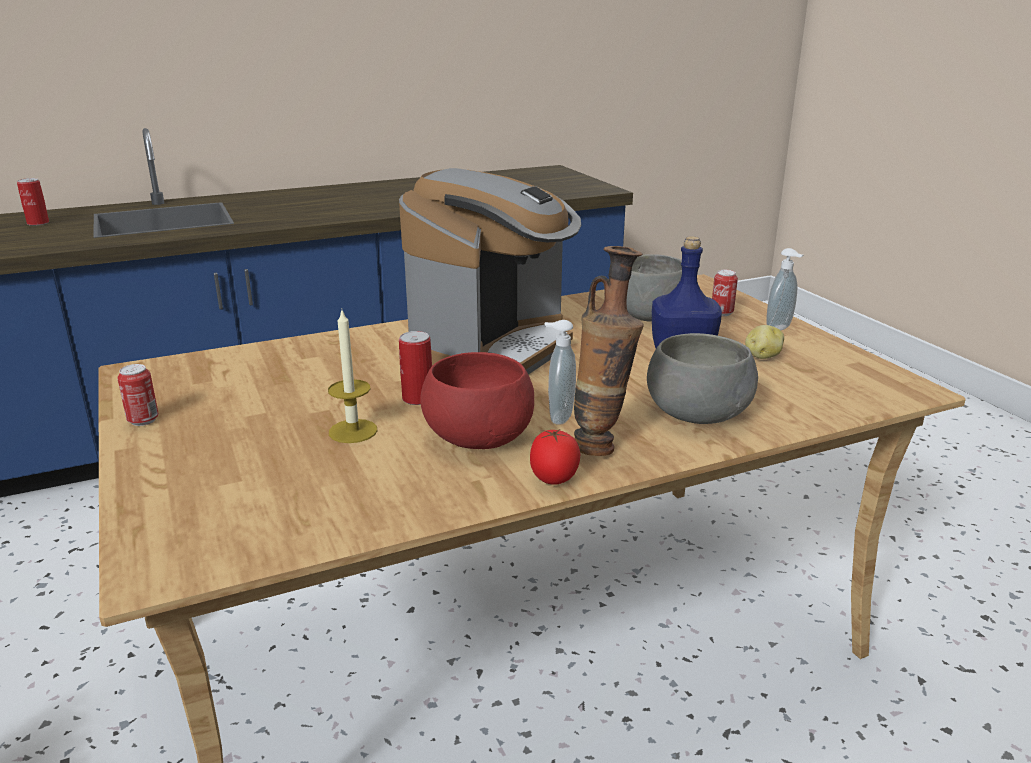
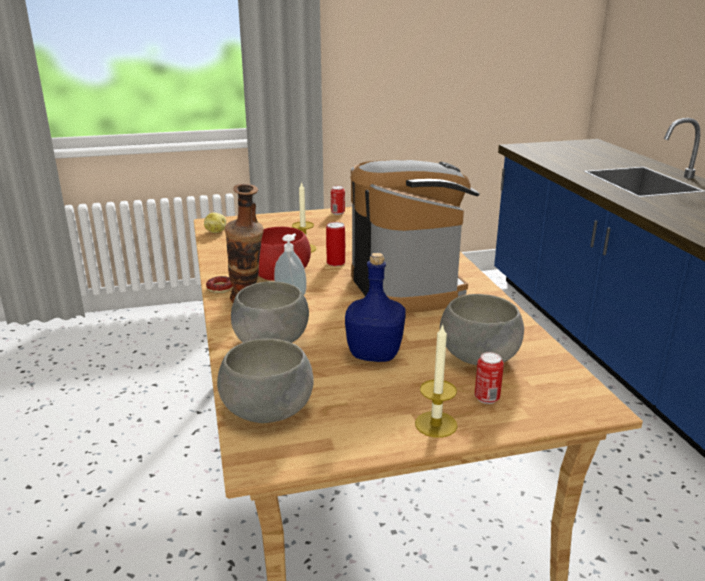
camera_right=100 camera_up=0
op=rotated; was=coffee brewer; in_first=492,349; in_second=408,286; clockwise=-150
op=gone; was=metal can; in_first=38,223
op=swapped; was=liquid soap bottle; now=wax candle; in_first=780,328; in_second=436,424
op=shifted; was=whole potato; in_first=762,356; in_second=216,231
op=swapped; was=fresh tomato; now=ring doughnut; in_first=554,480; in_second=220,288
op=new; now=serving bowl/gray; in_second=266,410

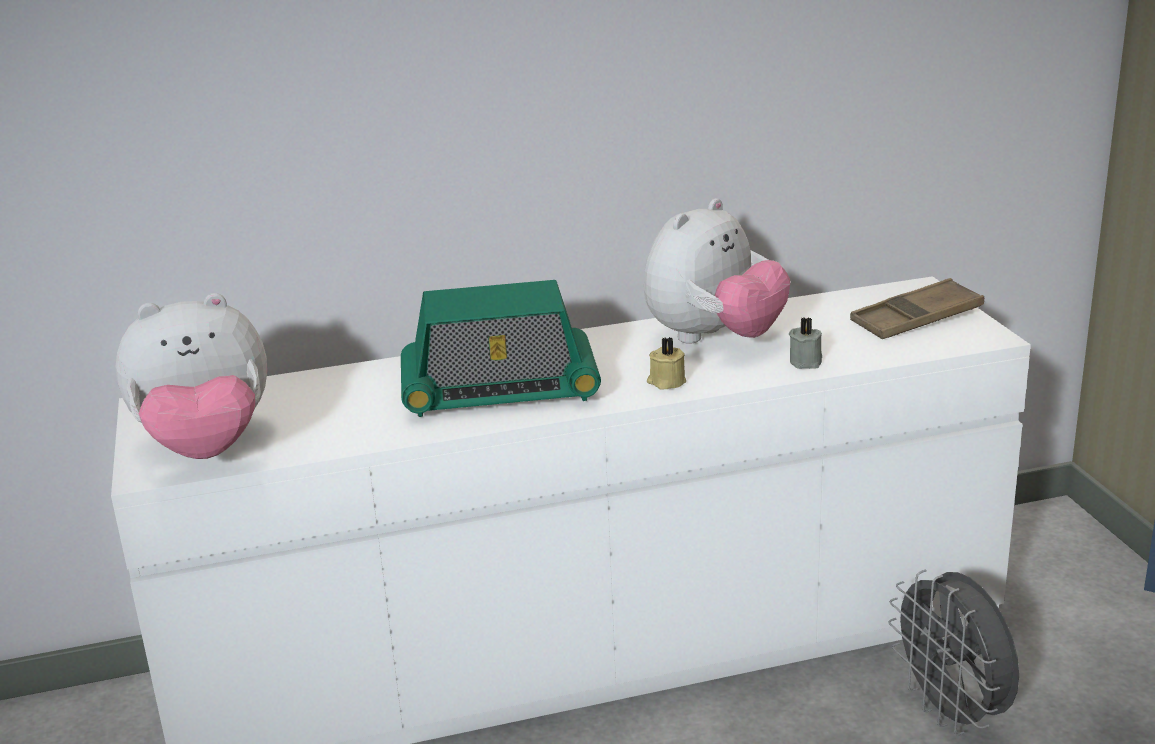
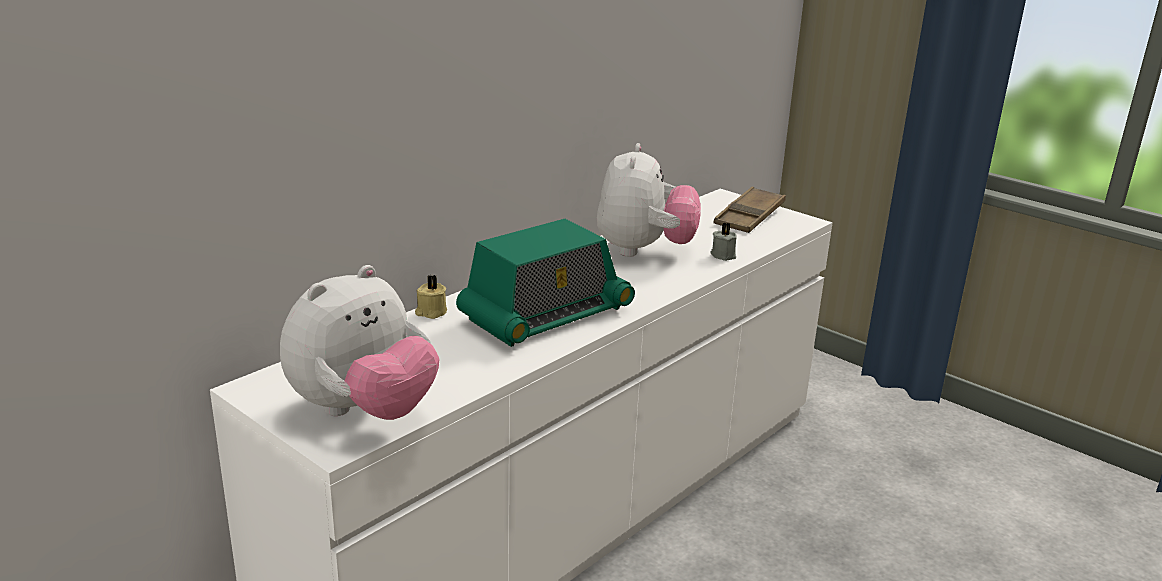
camera_right=-35 camera_up=0
op=shifted; was=wax candle/beige-coloured; in_first=666,382; in_second=431,312
op=gone; was=electric fan/gray; in_first=952,713

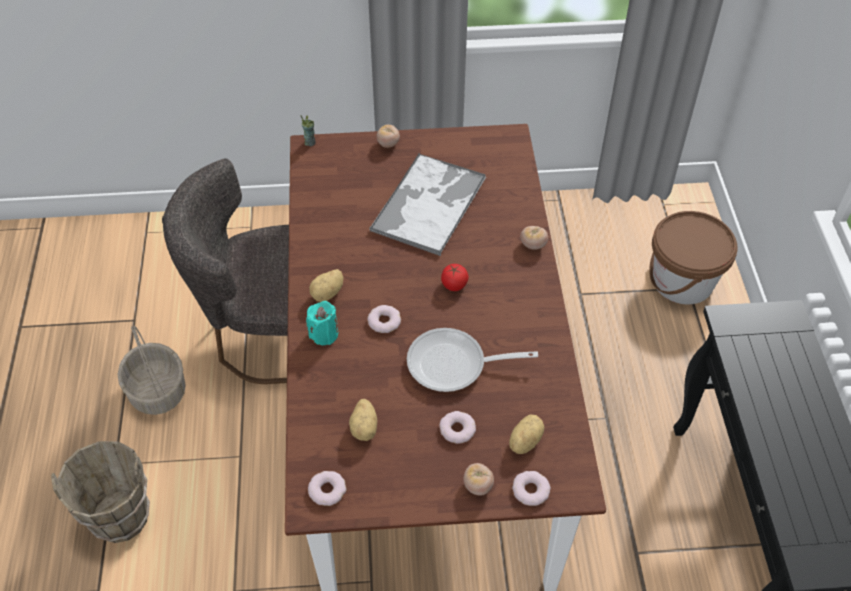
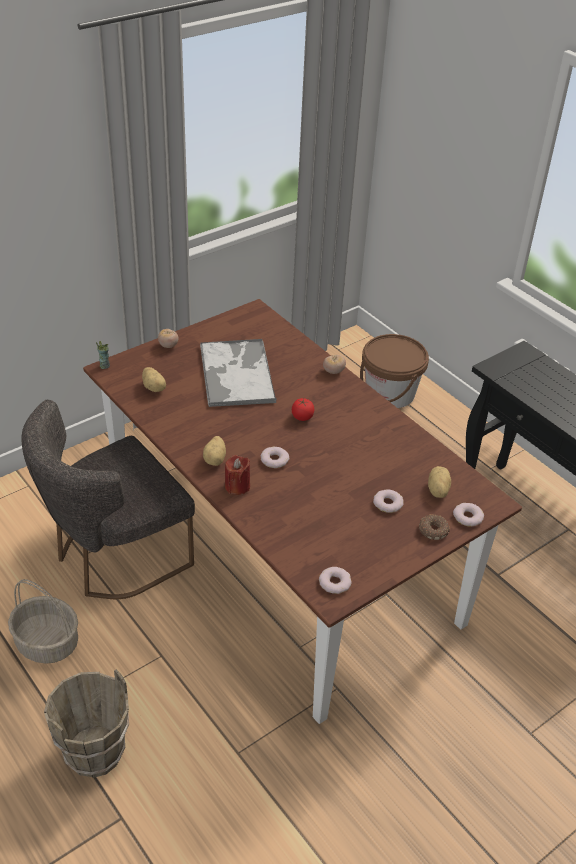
camera_right=-35 camera_up=-10
op=repainted; was=wax candle/blue-green; now=wax candle/reddish; in_first=324,334; in_second=237,486
op=gone; was=pan; in_first=453,365
op=shifted; was=whole potato; in_first=365,427; in_second=154,387
op=swapped; was=fresh tomato; now=ring doughnut; in_first=478,486; in_second=432,530

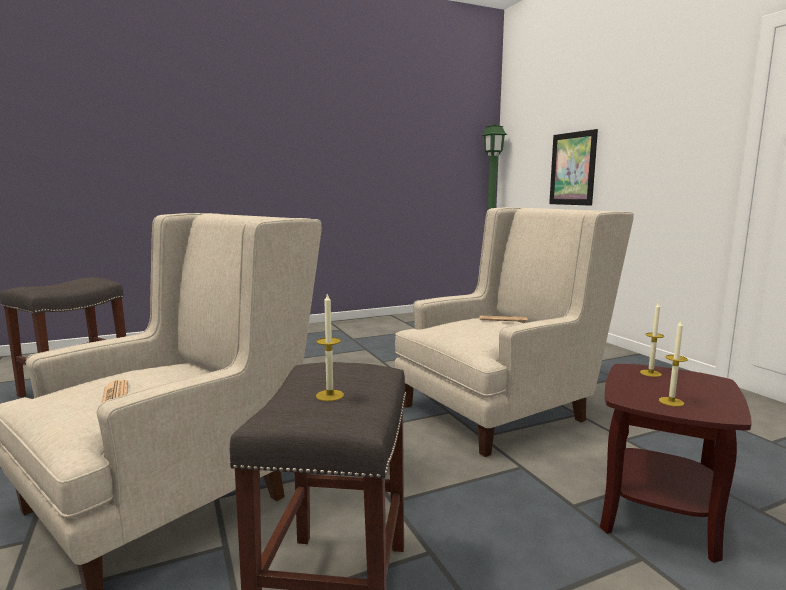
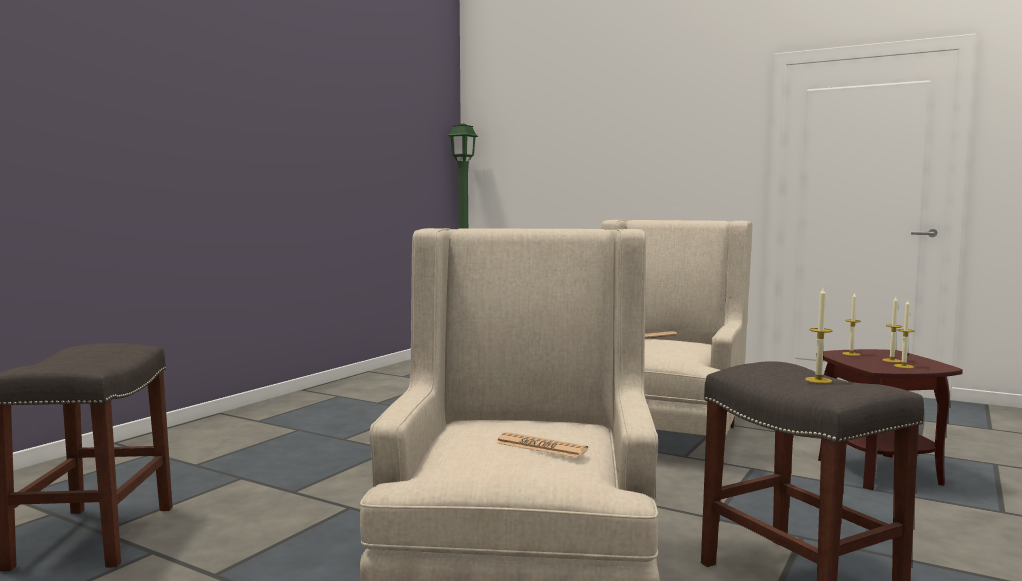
camera_right=-35 camera_up=-5
op=gone; was=wall picture; in_first=572,169
op=new; now=wax candle; in_second=891,360

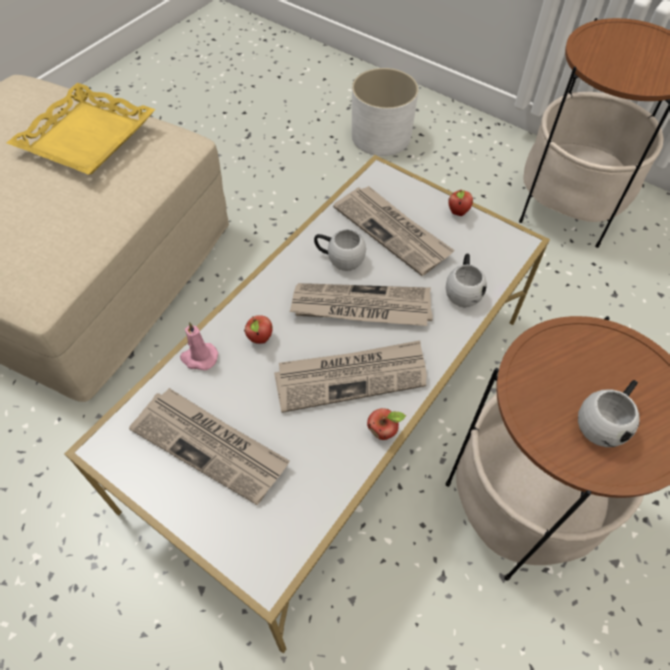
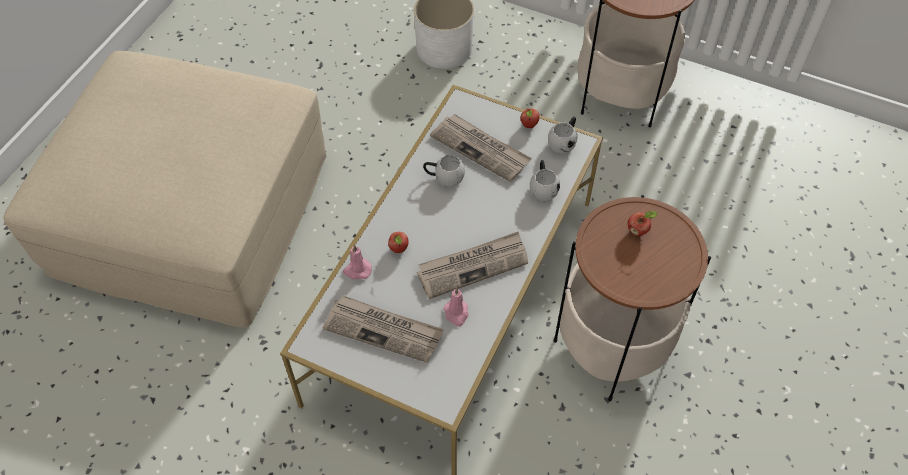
camera_right=-10 camera_up=0
op=gone; was=carrying tray/yellowish; in_first=86,137
op=gone; was=printed paper; in_first=361,307
op=shifted; was=mug/white; in_first=604,421; in_second=564,142
op=shifted; was=apple fruit; in_first=383,431; in_second=638,231
op=new; now=wax candle/pink; in_second=456,313

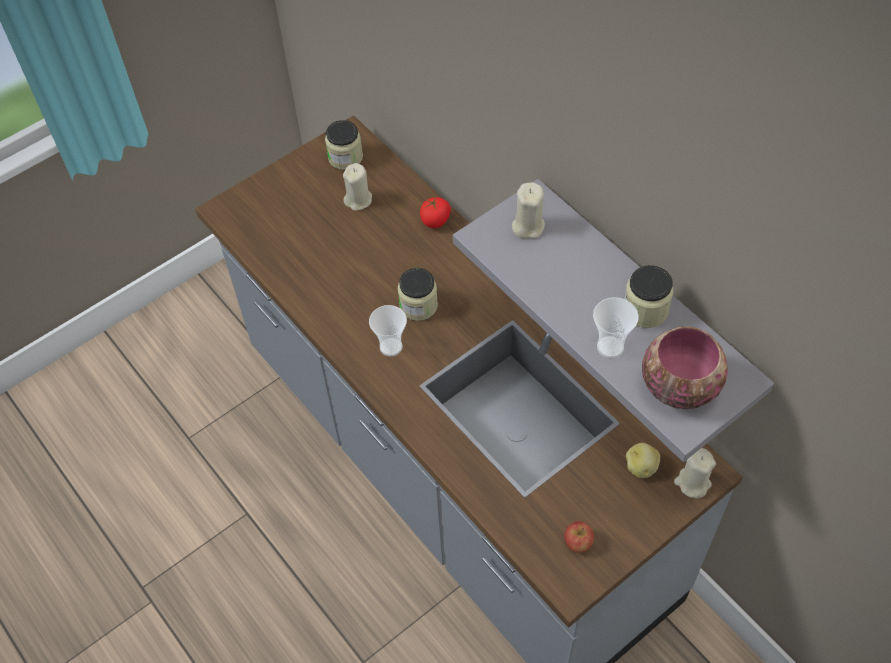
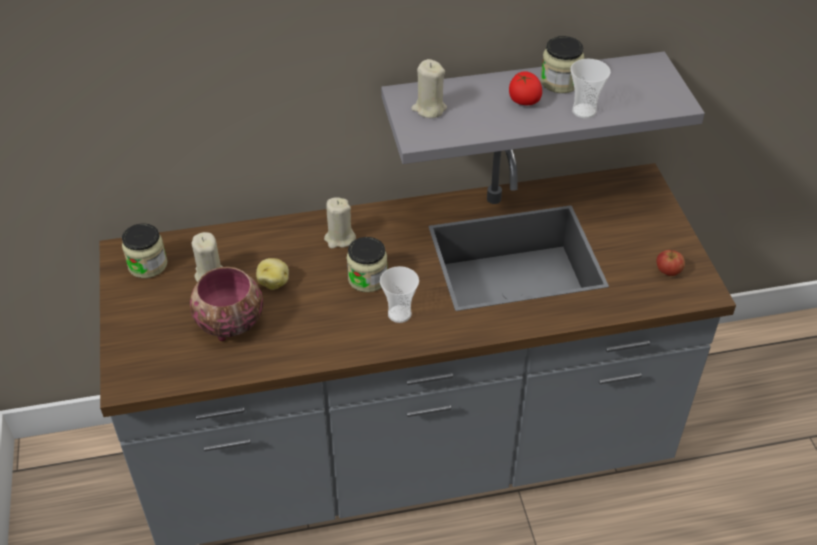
camera_right=-65 camera_up=-10
op=shifted; was=fresh tomato; in_first=435,220; in_second=524,101
op=shifted; was=serving bowl; in_first=678,385; in_second=228,323
op=shifted; was=whole potato; in_first=641,467; in_second=274,282
op=shifted; was=wax candle/beige-coloured; in_first=692,483; in_second=339,238

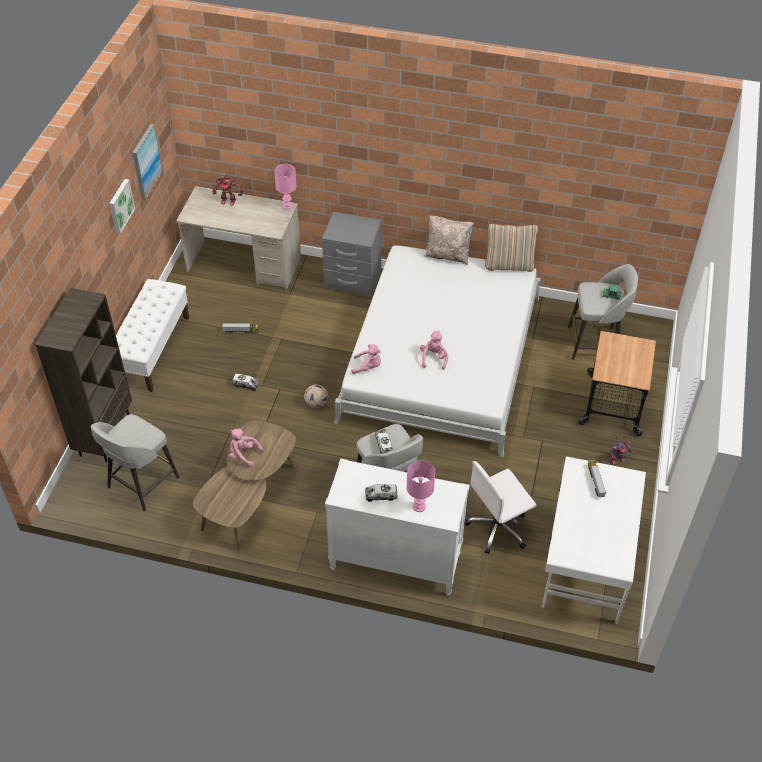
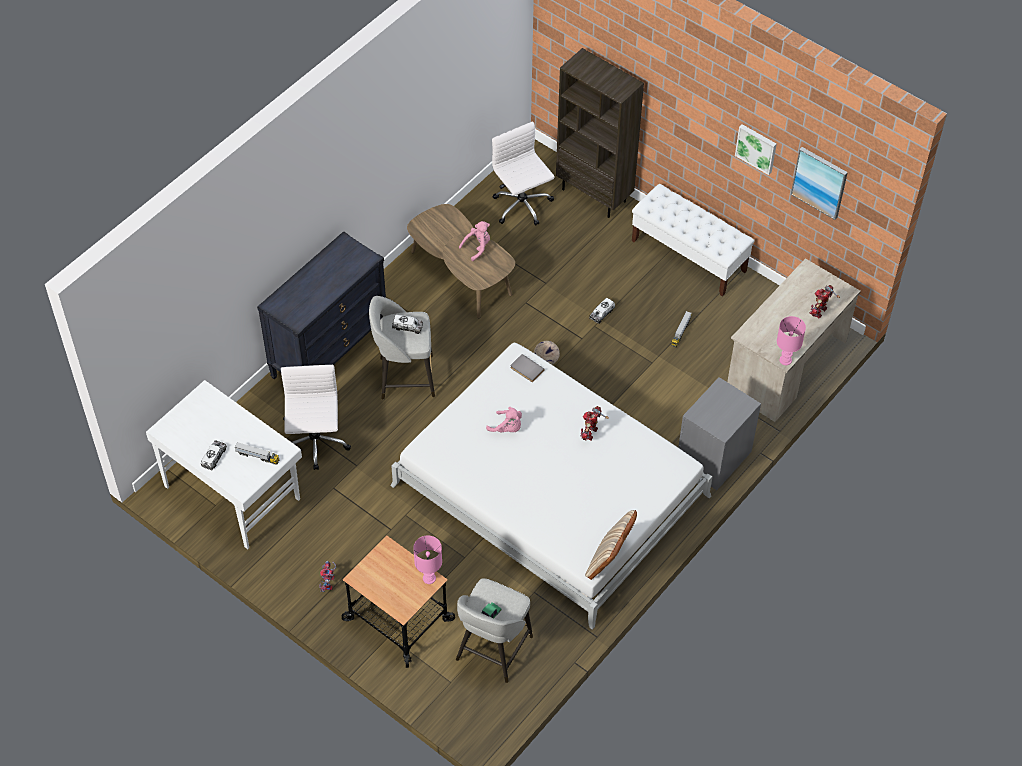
camera_right=115 camera_up=5
op=gone; was=cushion/beige-coloured; in_first=447,255
op=swapped; was=cuddly toy/pink; now=volume/gray; in_first=368,367; in_second=526,369
op=swapped; was=stool/gray; now=office chair/white; in_first=141,483; in_second=522,206
op=repainted; was=dresser/white; now=dresser/black; in_first=395,562; in_second=329,352
op=shifted; was=tabletop lamp/pink; in_first=419,506; in_second=429,579
op=shifted; was=toy lorry; in_first=381,495; in_second=214,457
op=new; now=model robot; in_second=590,433

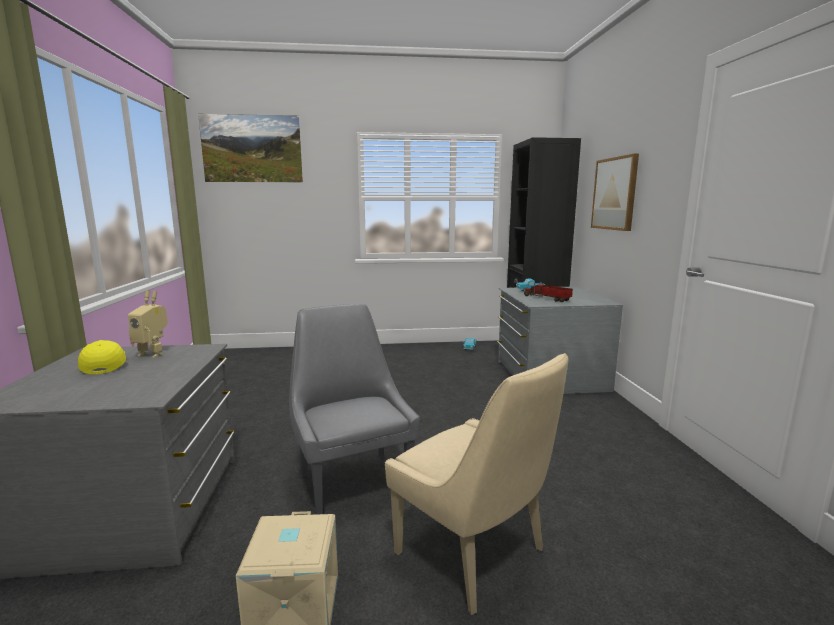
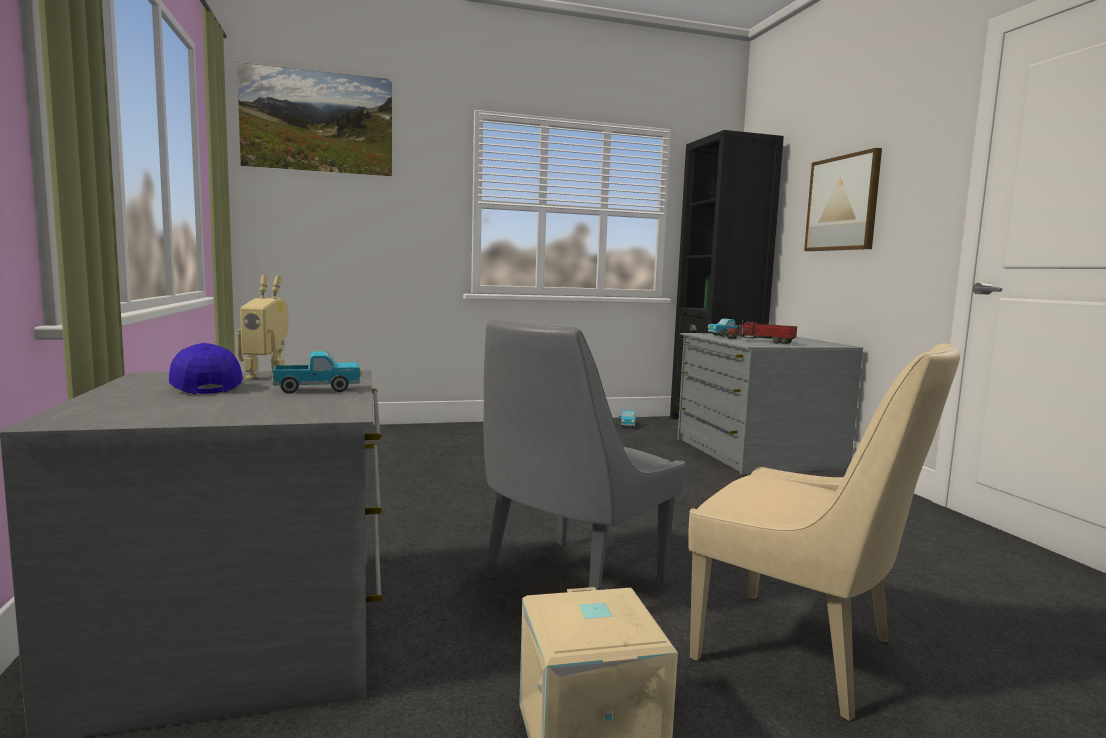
camera_right=-10 camera_up=-5
op=rotated; was=chair/gray; in_first=352,483; in_second=570,581; clockwise=-105
op=repainted; was=cap/yellowish; now=cap/bluish; in_first=105,365; in_second=205,387
op=new; now=toy lorry; in_second=318,389

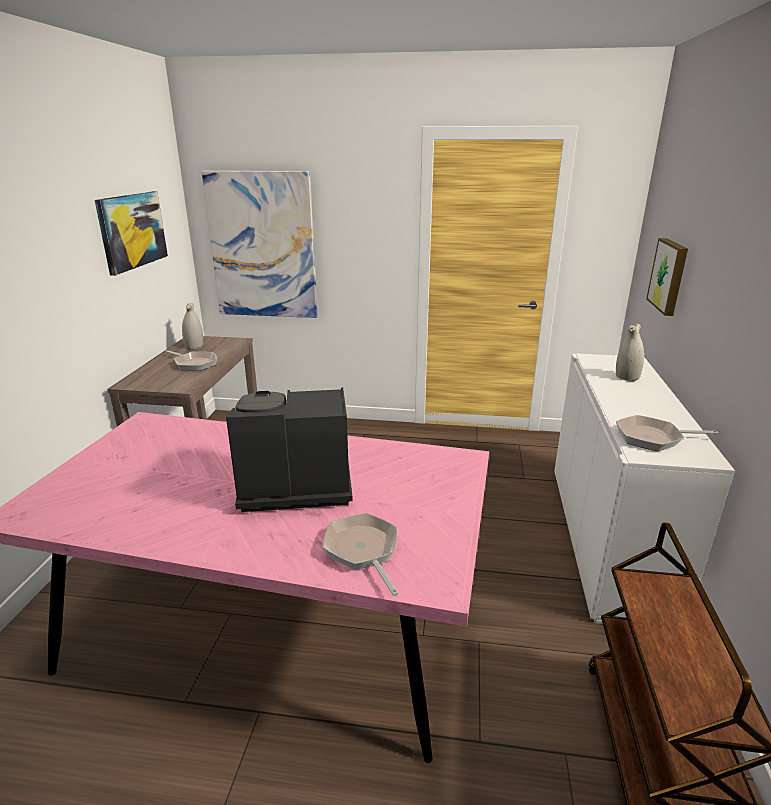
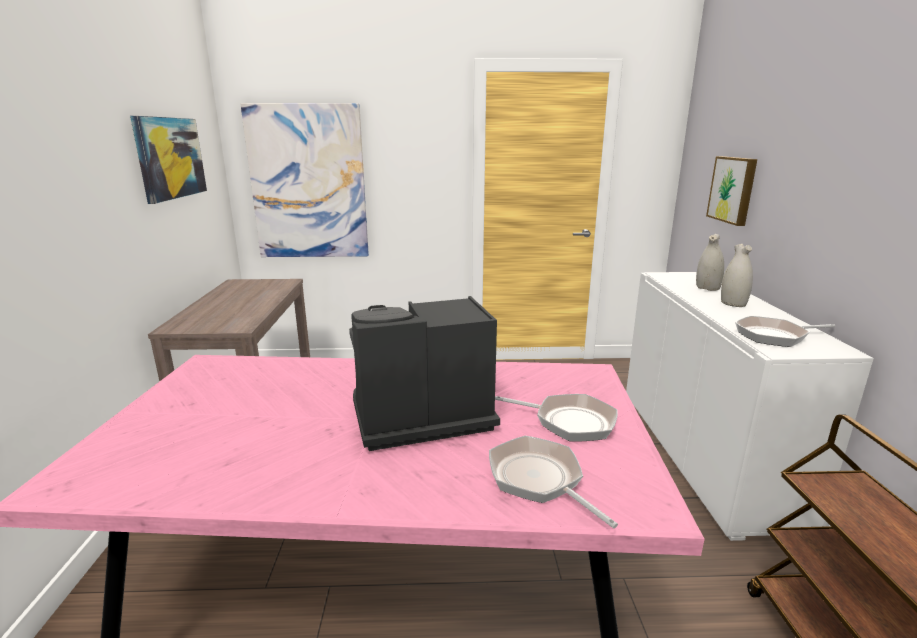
camera_right=-10 camera_up=-5
op=shifted; was=decorative vase/white; in_first=194,346; in_second=733,303
op=shifted; was=pan; in_first=194,363; in_second=569,421

